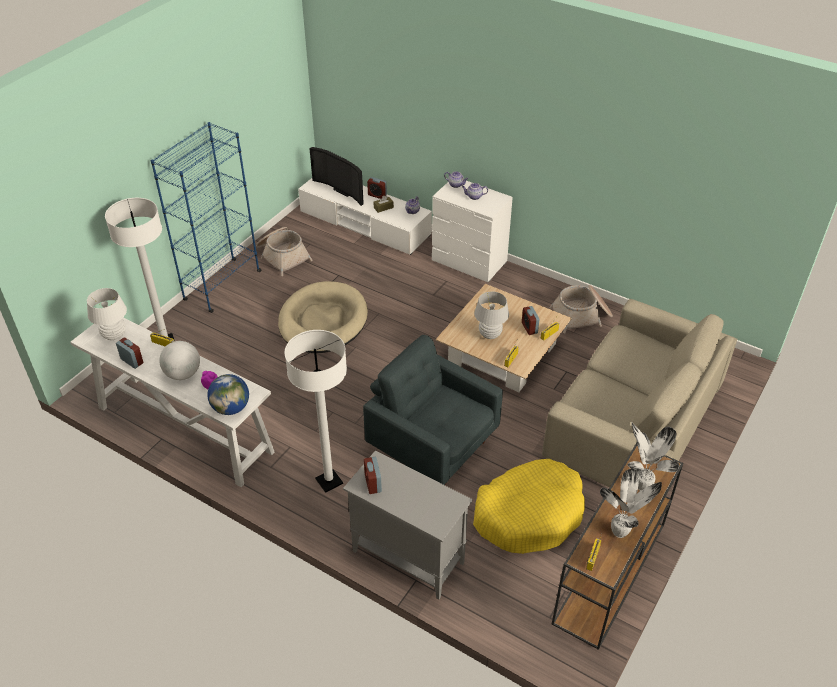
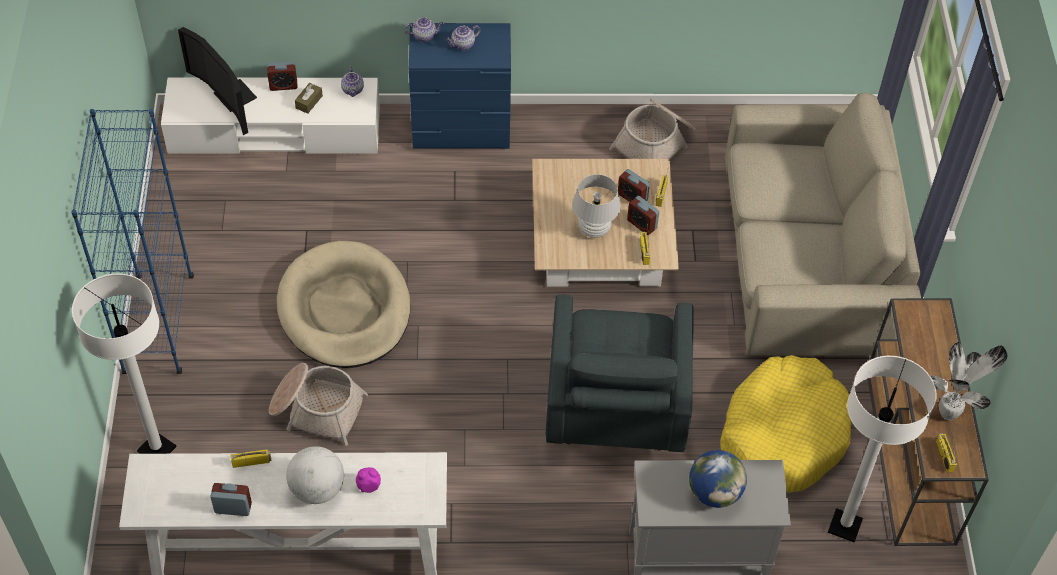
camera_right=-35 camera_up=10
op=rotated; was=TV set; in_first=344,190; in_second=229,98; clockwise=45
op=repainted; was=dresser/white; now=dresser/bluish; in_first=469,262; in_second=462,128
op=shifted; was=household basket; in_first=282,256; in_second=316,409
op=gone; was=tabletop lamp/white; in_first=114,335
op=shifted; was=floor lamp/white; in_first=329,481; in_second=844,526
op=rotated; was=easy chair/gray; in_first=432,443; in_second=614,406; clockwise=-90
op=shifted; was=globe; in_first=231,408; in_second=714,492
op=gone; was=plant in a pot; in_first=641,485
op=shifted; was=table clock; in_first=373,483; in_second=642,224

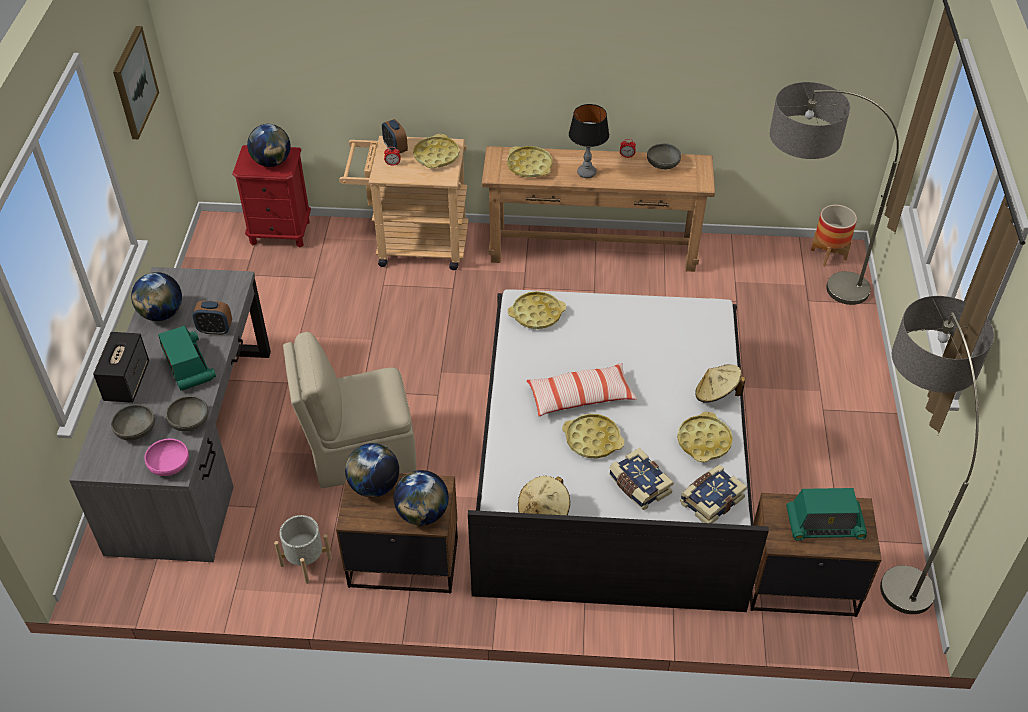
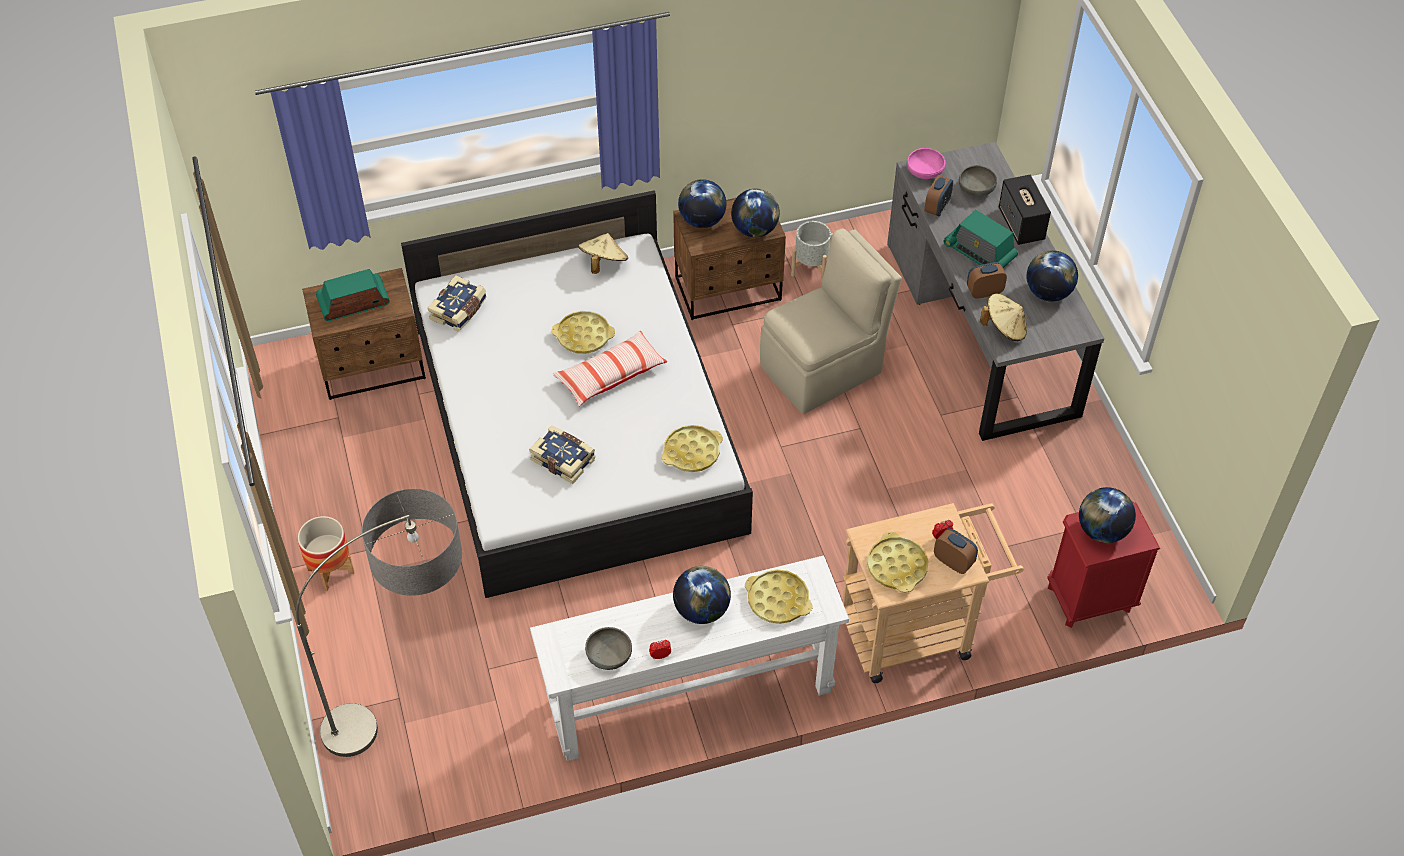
camera_right=160 camera_up=5
op=gone; was=wall picture; in_first=134,82
op=swapped; was=tabletop lamp; now=globe; in_first=586,173; in_second=701,610
op=repainted; was=hall table/brownish; now=hall table/white; in_first=593,249; in_second=690,696
op=shifted; was=flower pot; in_first=828,255; in_second=331,571
op=gone; was=floor lamp; in_first=886,537
op=shifted; was=clothing hat/beige-coloured; in_first=716,394; in_second=1004,328
op=swapped; was=serving bowl/gray; now=table clock; in_first=190,421; in_second=937,208
op=gone; was=carrying tray/yellowish; in_first=704,441
op=shifted; was=volume; in_first=638,486; in_second=564,459

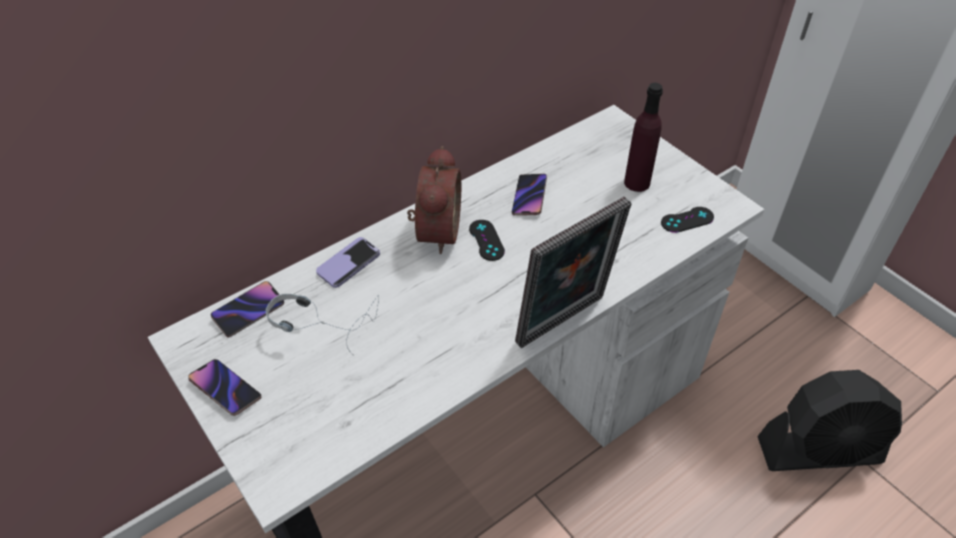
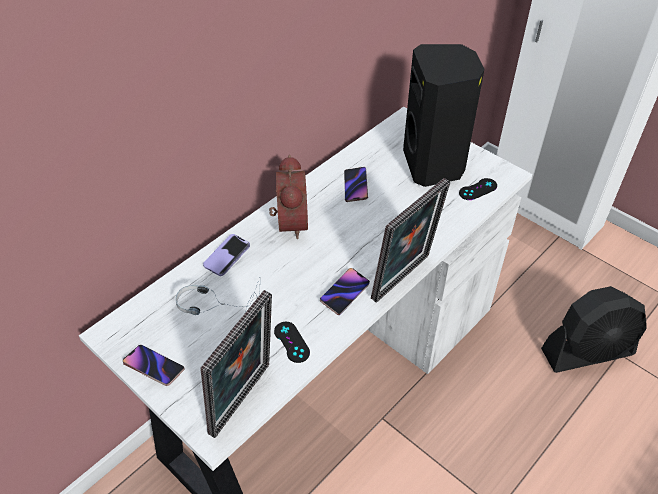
camera_right=-10 camera_up=0
op=swapped; was=beverage bottle/purplish; now=loudspeaker/black; in_first=637,183; in_second=434,165
op=shifted; was=game controller/black; in_first=486,240; in_second=291,342
op=shifted; was=handset; in_first=248,311; in_second=344,293
op=new; now=picture frame; in_second=244,401

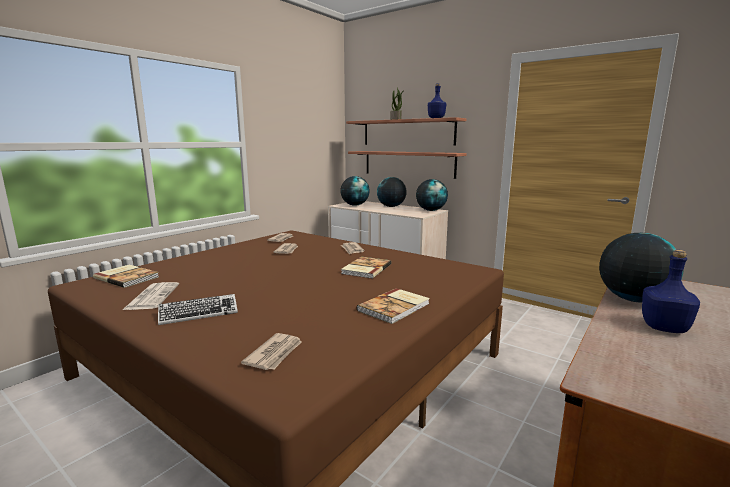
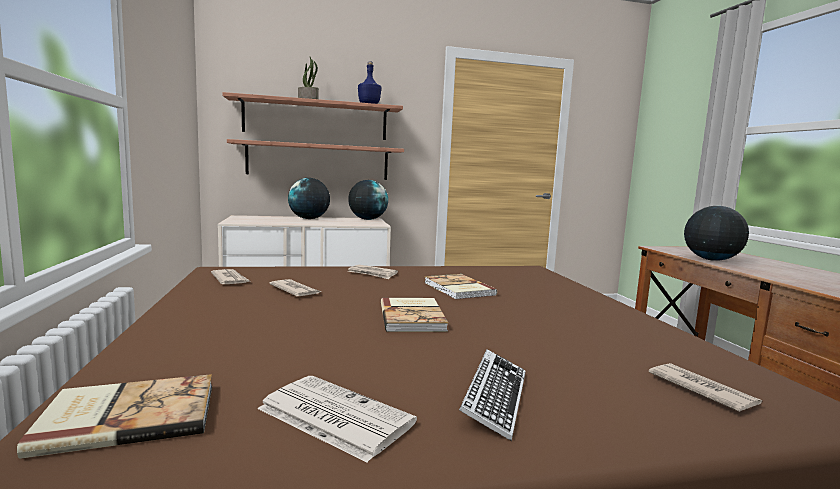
camera_right=-50 camera_up=-5
op=gone; was=globe; in_first=355,205
op=gone; was=beverage bottle/bluish; in_first=664,328
op=shifted; was=volume; in_first=395,307; in_second=413,317

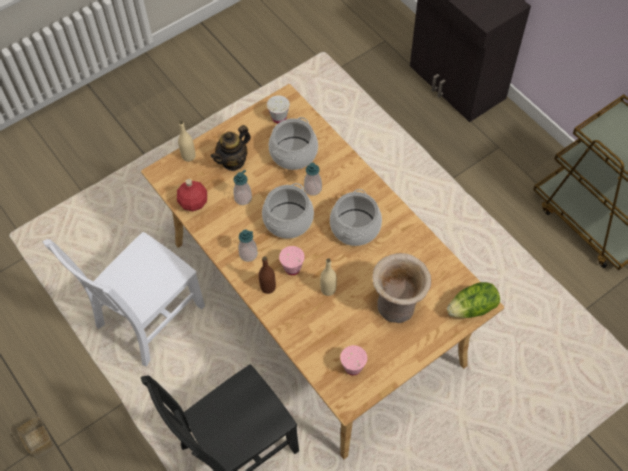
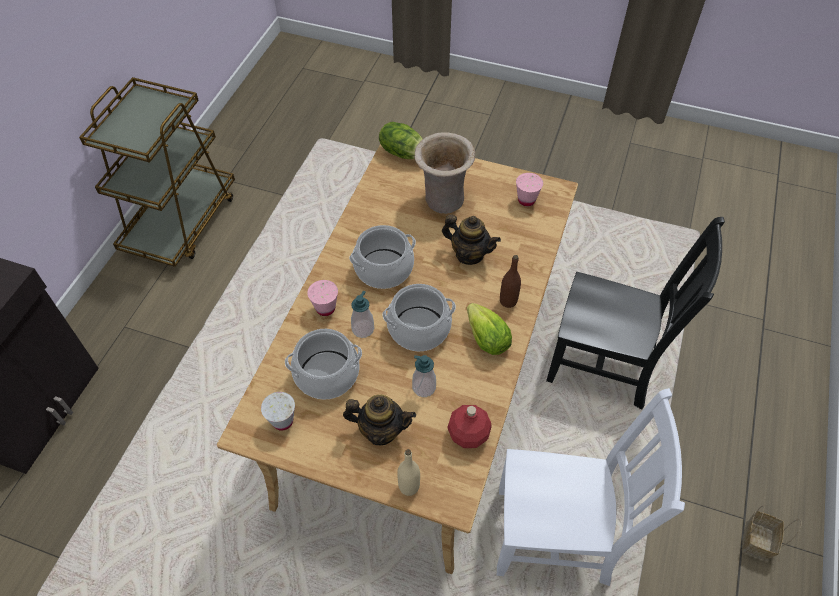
camera_right=-125 camera_up=-5
op=swapped; was=liquid soap bottle; now=lettuce head; in_first=248,254; in_second=487,339
op=shifted; was=small cup/pink; in_first=292,268; in_second=325,308
op=swapped; was=beverage bottle/beige-coloured; now=pot for tea; in_first=328,289; in_second=469,254

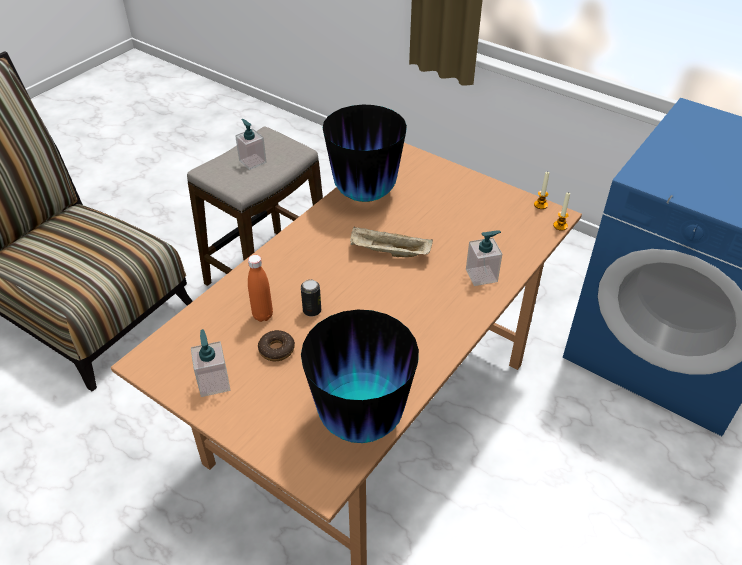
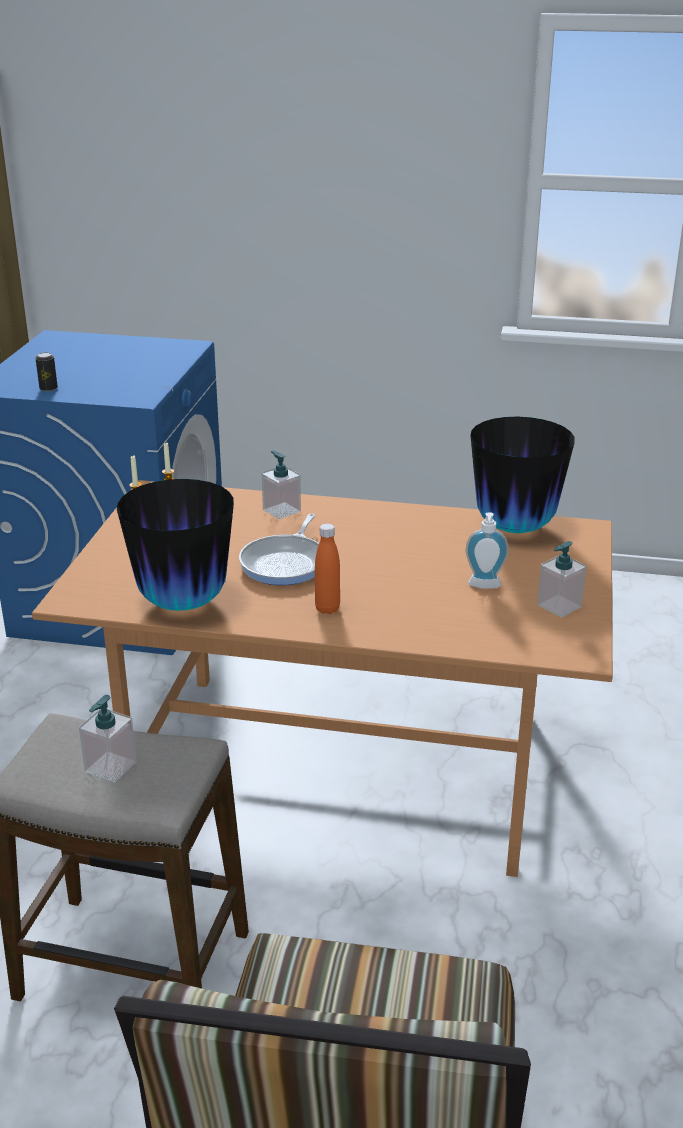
camera_right=-115 camera_up=-15
op=swapped; was=carrying tray/beige-coloured; now=pan; in_first=388,252; in_second=286,563
op=shifted; was=beverage bottle/orange; in_first=263,315; in_second=327,609
op=shifted; was=metal can; in_first=312,310; in_second=48,388
op=swapped; was=ring doughnut; now=liquid soap bottle; in_first=276,349; in_second=484,586

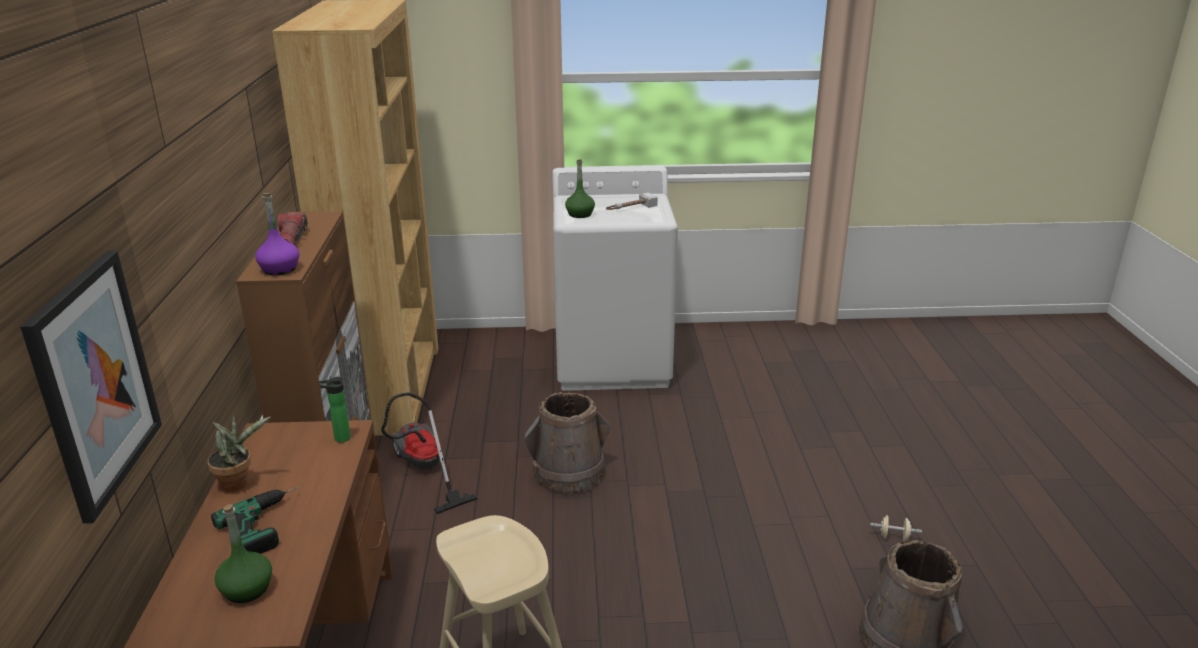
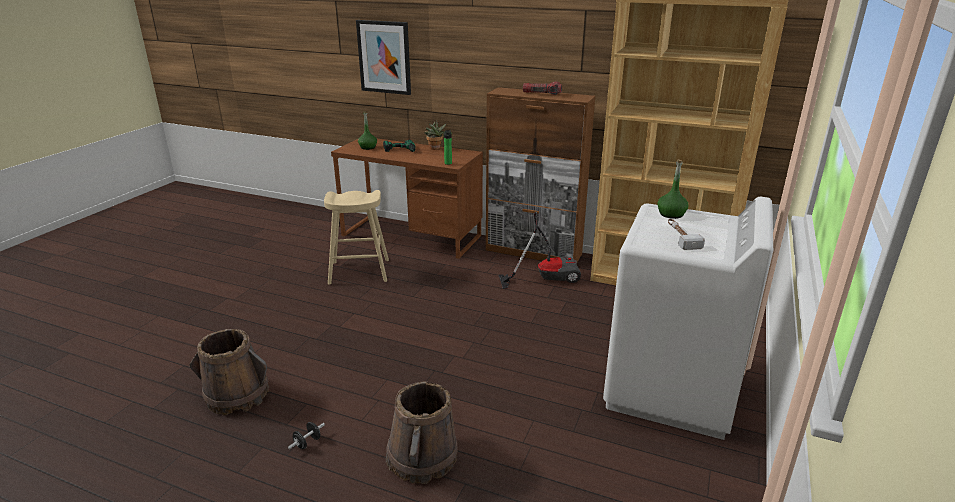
camera_right=115 camera_up=0
op=gone; was=beverage bottle/purplish; in_first=279,269
op=shifted; was=pail/brownish; in_first=569,473; in_second=422,457
op=repainted; was=dumbbell/beige-coloured; now=dumbbell/black; in_first=894,537; in_second=307,443

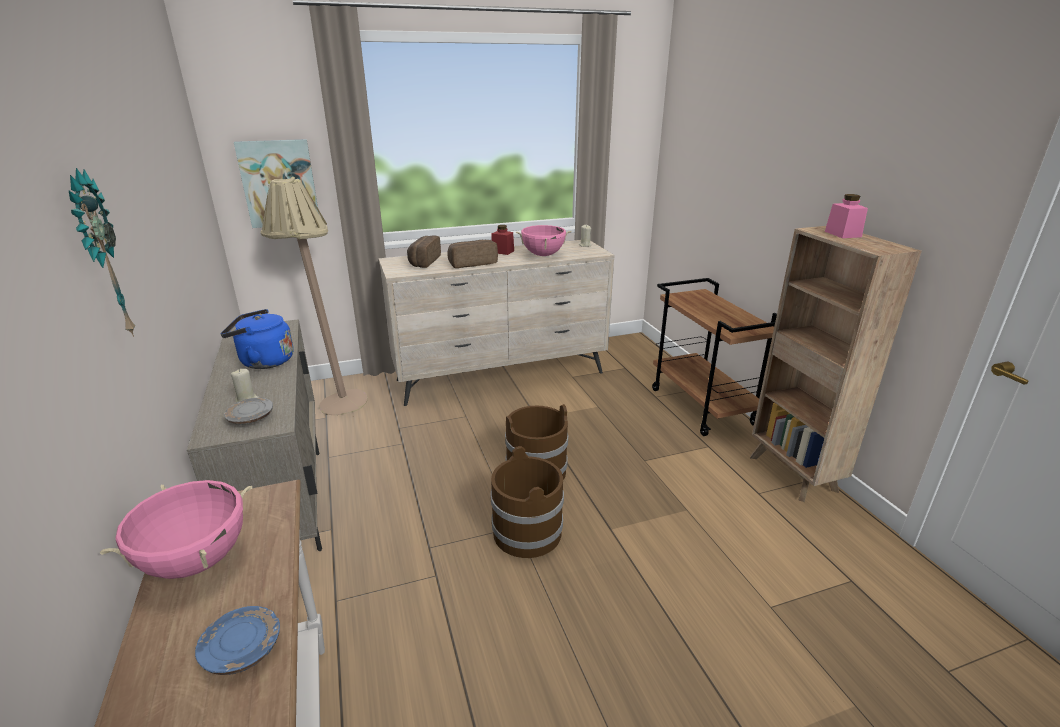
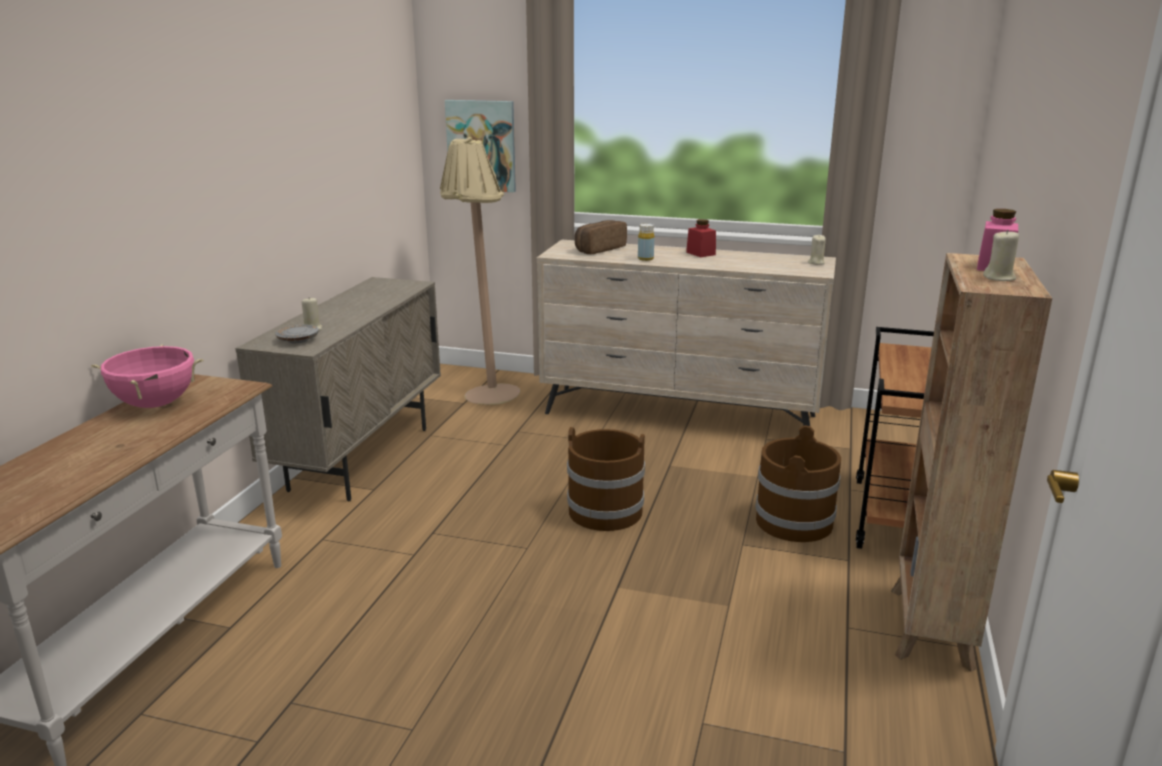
camera_right=35 camera_up=-5
op=gone; was=clock on the wall; in_first=97,258
op=gone; was=stockpot/pink; in_first=543,255
op=swapped; was=baked bread; now=beverage bottle/yellowish; in_first=472,263; in_second=645,259
op=gone; was=tea kettle/bluish; in_first=263,361
op=shifted; was=pail/brownish; in_first=526,532; in_second=793,521
op=gone; was=dinner plate/bluish; in_first=242,649
op=new; now=wax candle/beige-coloured; in_second=999,278

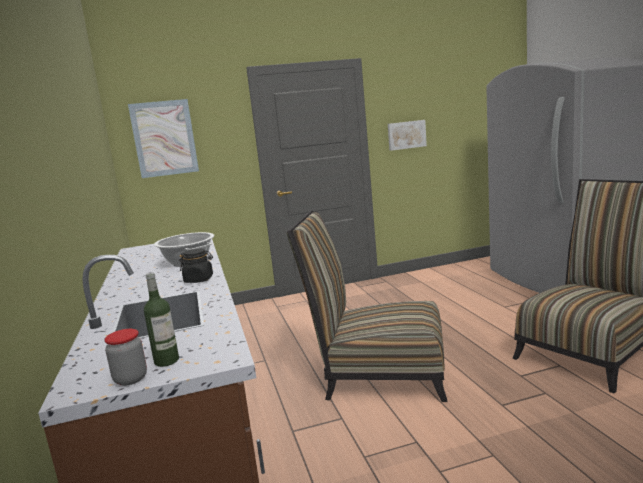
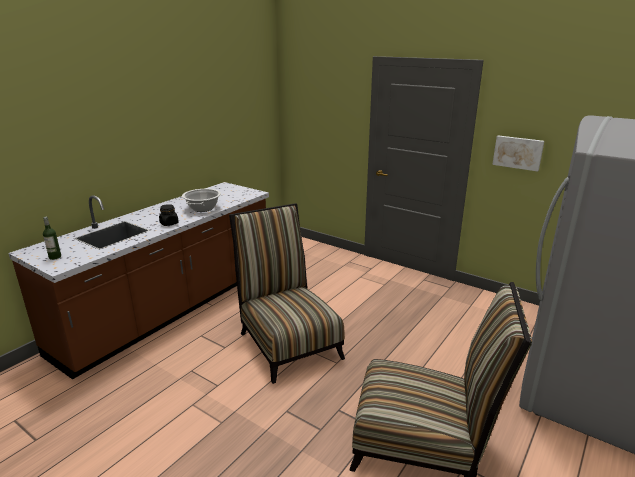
camera_right=50 camera_up=10
op=gone; was=wall picture; in_first=164,138
op=gone; was=preserve jar; in_first=130,379

